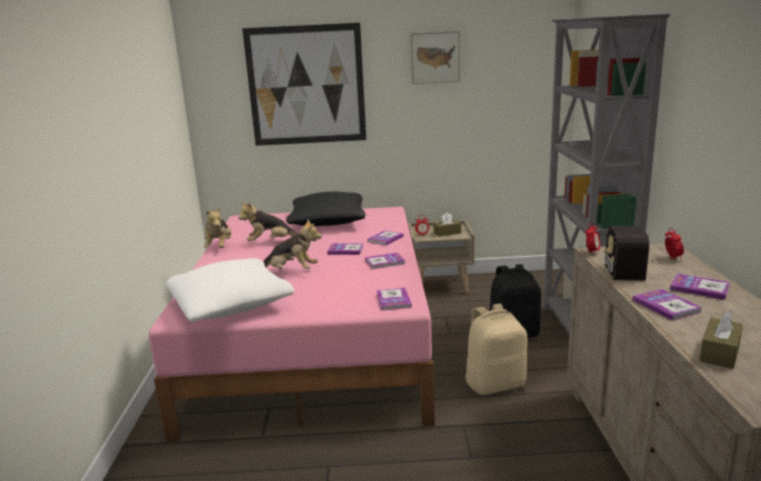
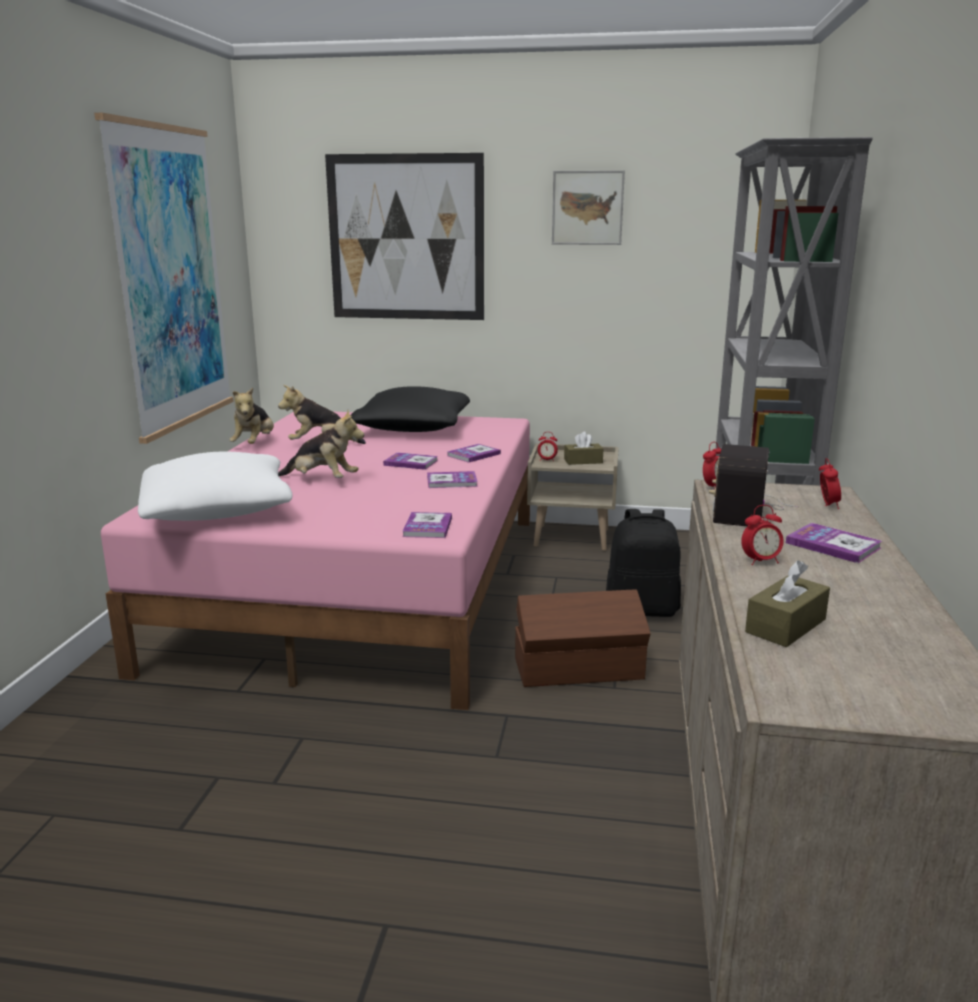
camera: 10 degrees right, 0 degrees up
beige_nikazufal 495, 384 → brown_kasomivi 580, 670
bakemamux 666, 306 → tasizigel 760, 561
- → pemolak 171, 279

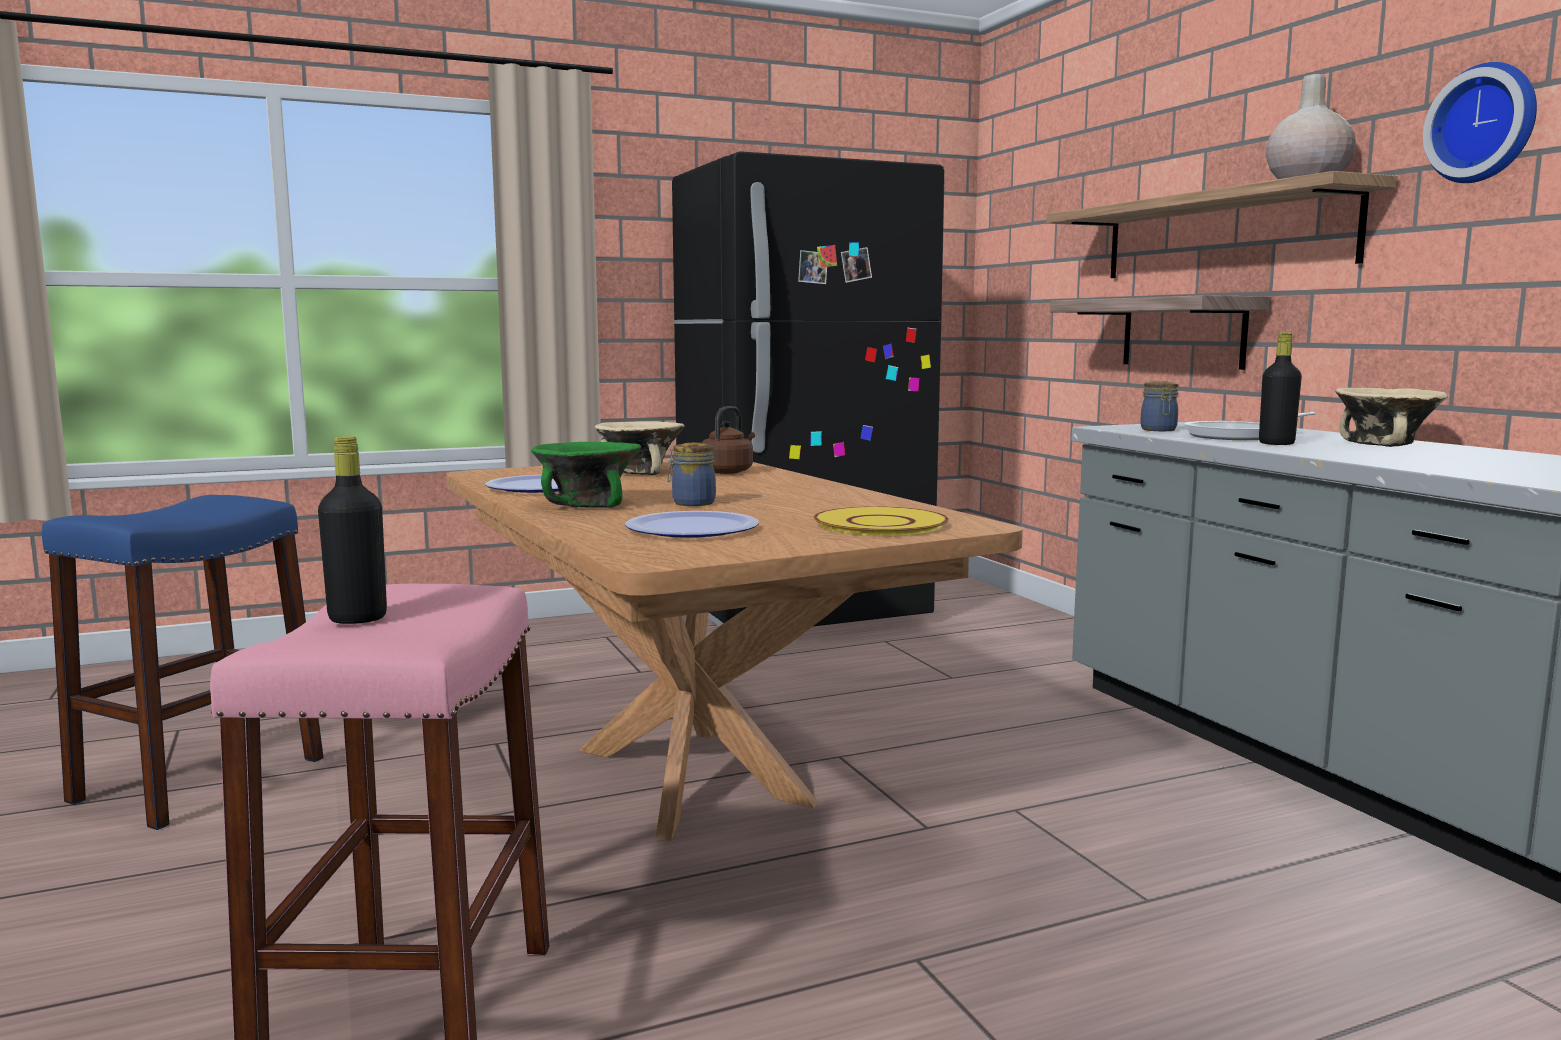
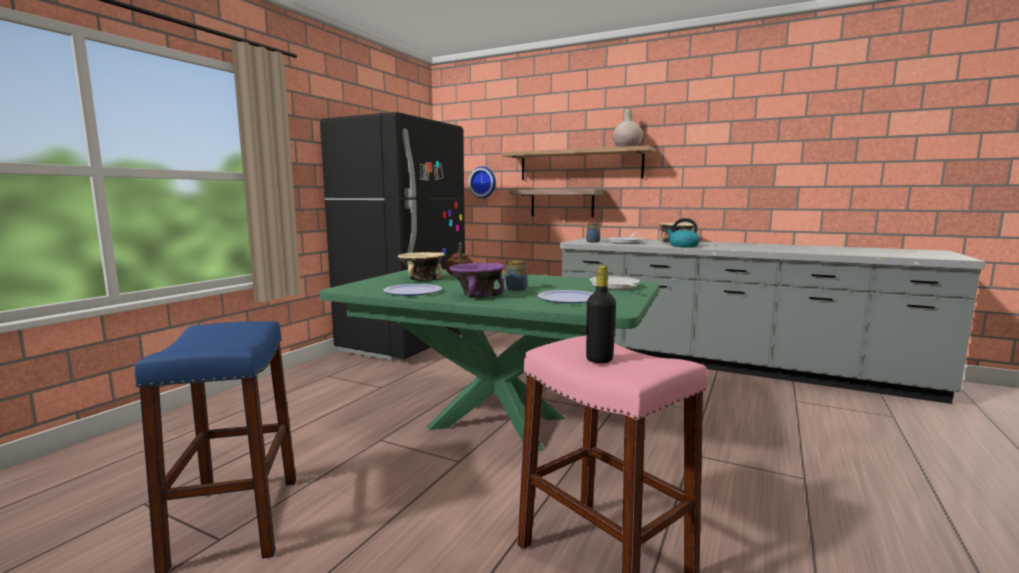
camera: 40 degrees left, 0 degrees up
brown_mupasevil 691, 773 → green_mupasevil 496, 422
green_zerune 589, 504 → purple_zerune 477, 295
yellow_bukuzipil 879, 524 → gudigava 615, 287
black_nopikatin 1276, 443 → -
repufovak 1485, 124 → repufovak 483, 182, shifted
- → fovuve 683, 246

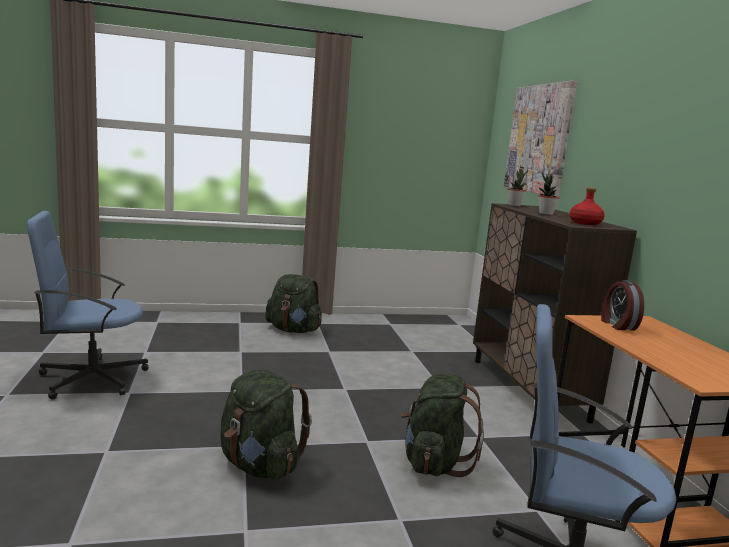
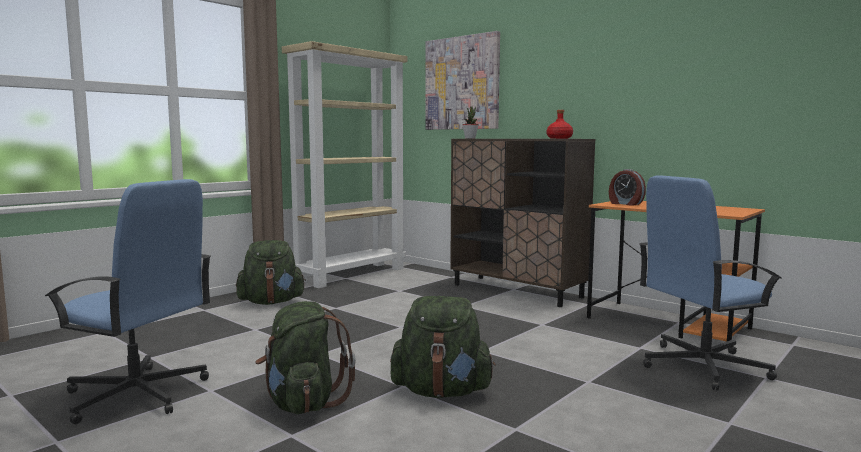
camera: 35 degrees left, 5 degrees down
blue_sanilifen 91, 378 → blue_sanilifen 137, 395, 105 degrees counterclockwise
green_nikazufal 434, 462 → green_nikazufal 303, 403, shifted
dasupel 545, 214 → -
- → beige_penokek 351, 274

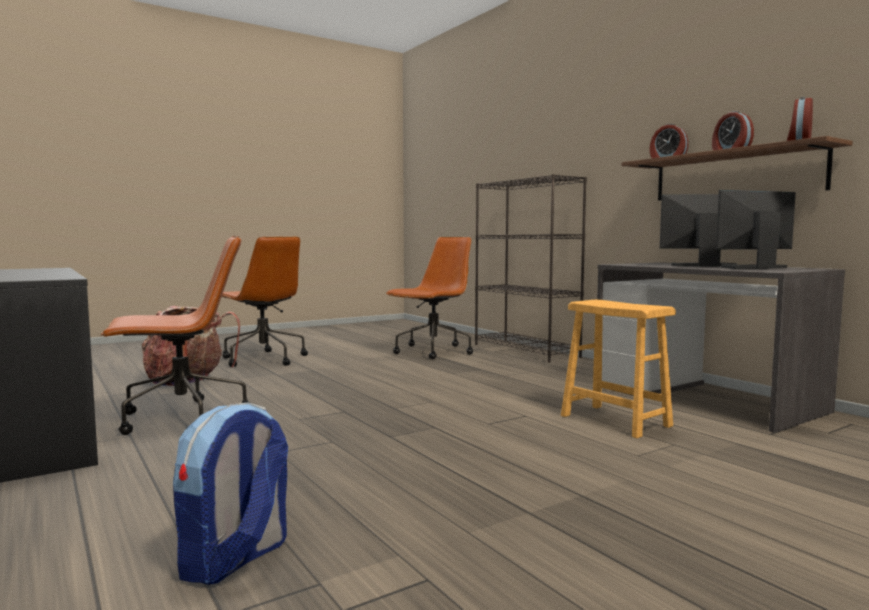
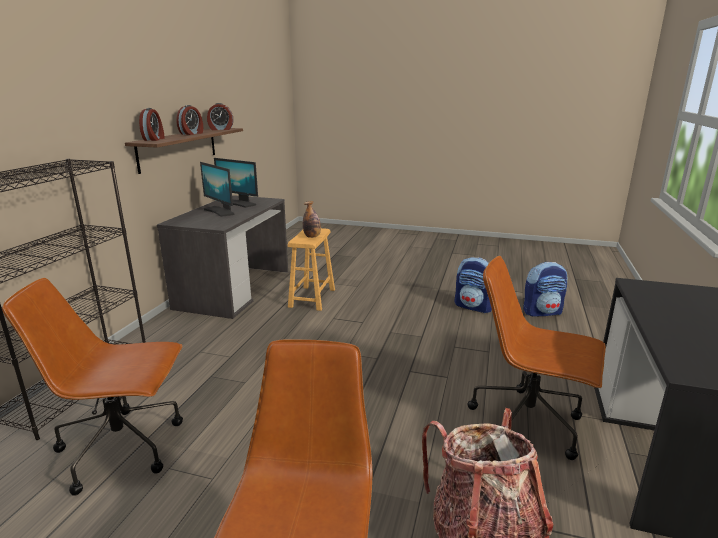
camera: 130 degrees left, 15 degrees up
- → nopikatin 312, 236
- → nikazufal 474, 307

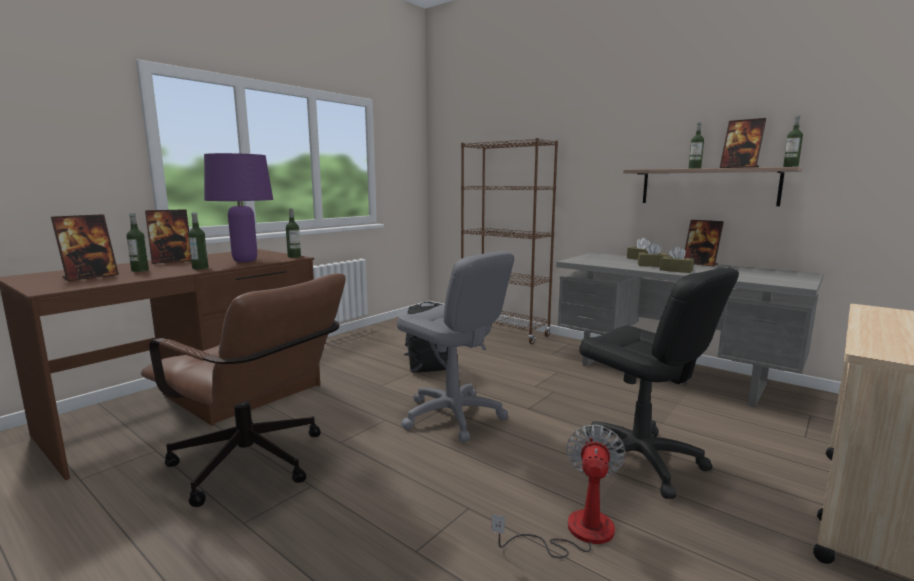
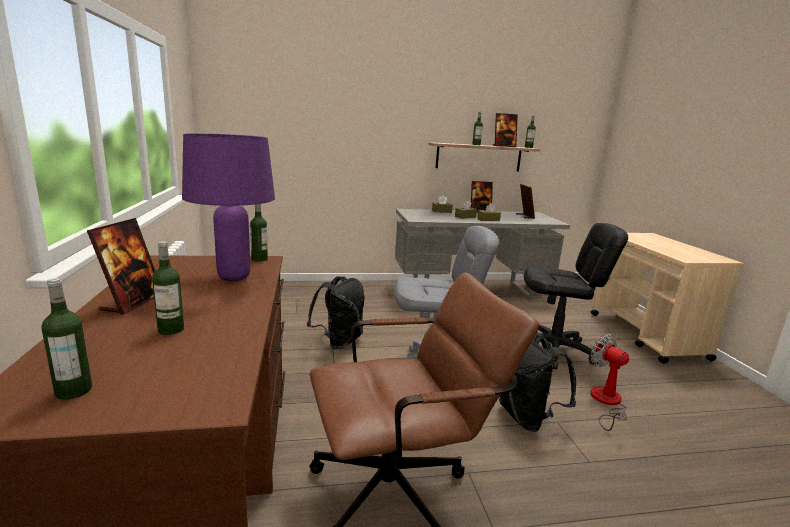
camera: 50 degrees left, 5 degrees up
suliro 90, 277 → suliro 524, 216, shifted
nopikatin 200, 268 → nopikatin 74, 390, shifted
brown_penokek 504, 332 → -
- → black_nikazufal 527, 417

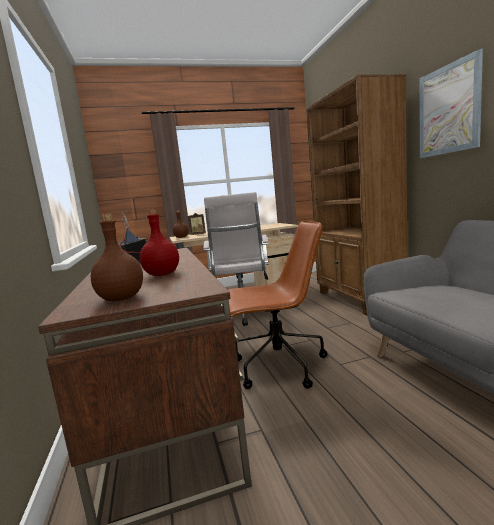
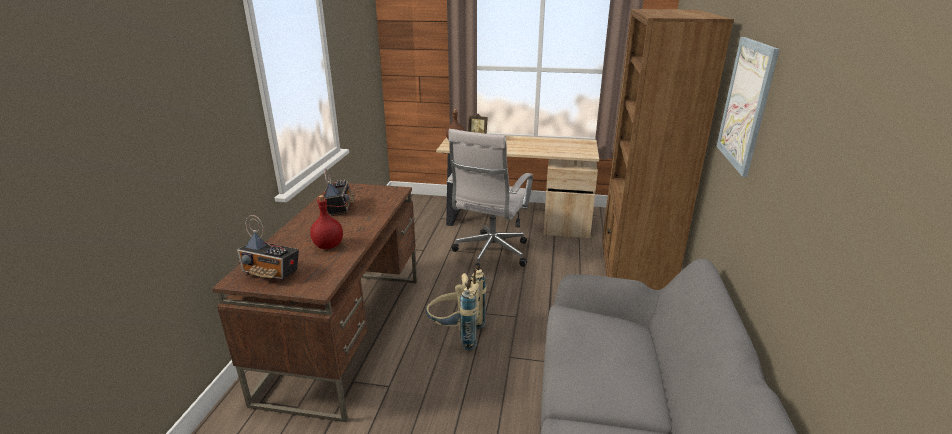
camera: 25 degrees right, 15 degrees up
brown_nopikatin 122, 298 → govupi 272, 274
brown_sanilifen 277, 366 → beige_nikazufal 456, 334

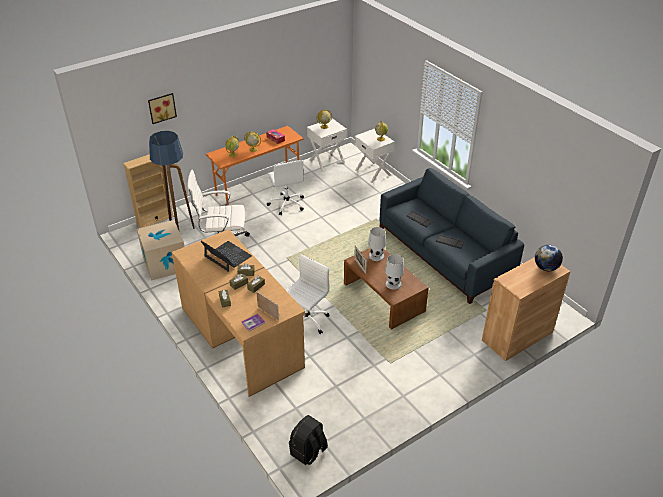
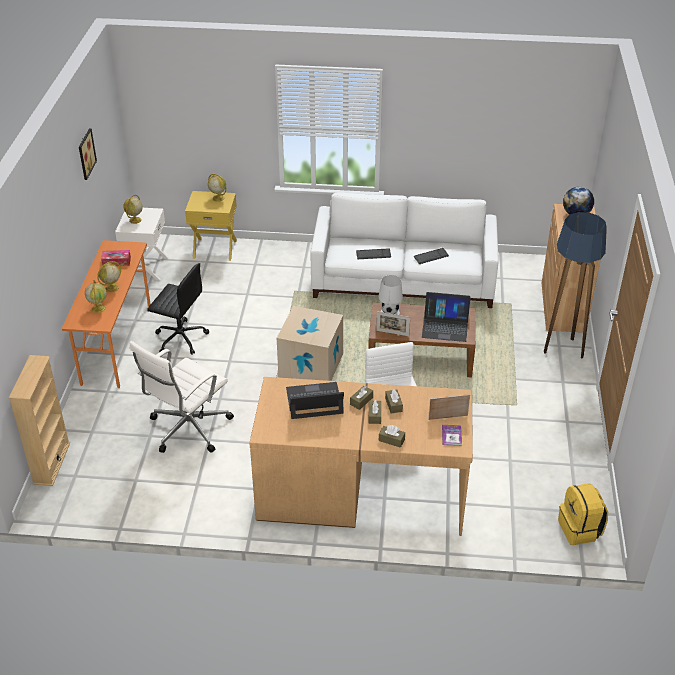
camera: 50 degrees left, 0 degrees up
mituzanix 165, 264 → mituzanix 311, 366, shifted
pemolak 161, 107 → pemolak 85, 154, shifted
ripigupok 179, 228 → ripigupok 562, 350, shifted
white_sanilifen 287, 204 → black_sanilifen 180, 338
black_nikazufal 308, 452 → yellow_nikazufal 580, 529
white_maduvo 373, 172 → yellow_maduvo 215, 248
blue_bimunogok 444, 253 → white_bimunogok 404, 280
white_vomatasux 393, 284 → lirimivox 445, 326

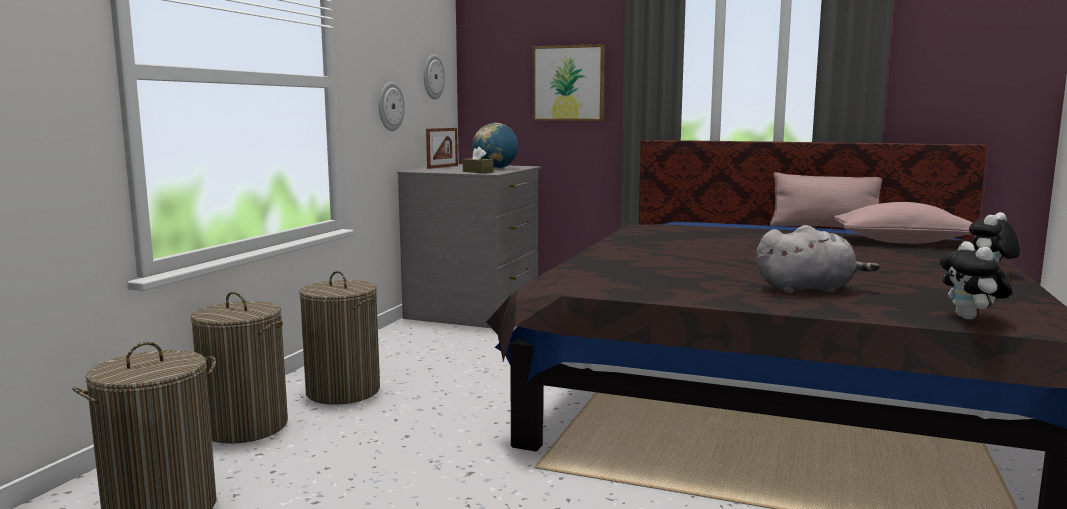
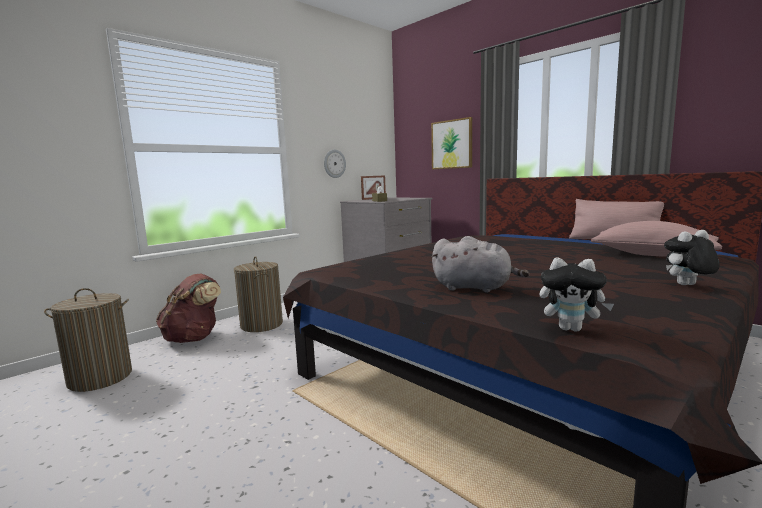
camera: 25 degrees right, 0 degrees up
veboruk 245, 426 → brown_nikazufal 194, 338
repufovak 433, 77 → -
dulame 495, 168 → -
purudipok 971, 318 → purudipok 571, 329, 90 degrees counterclockwise

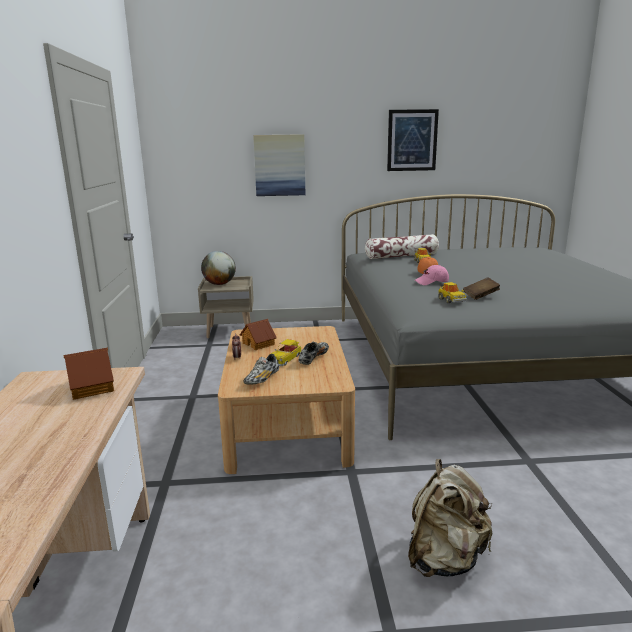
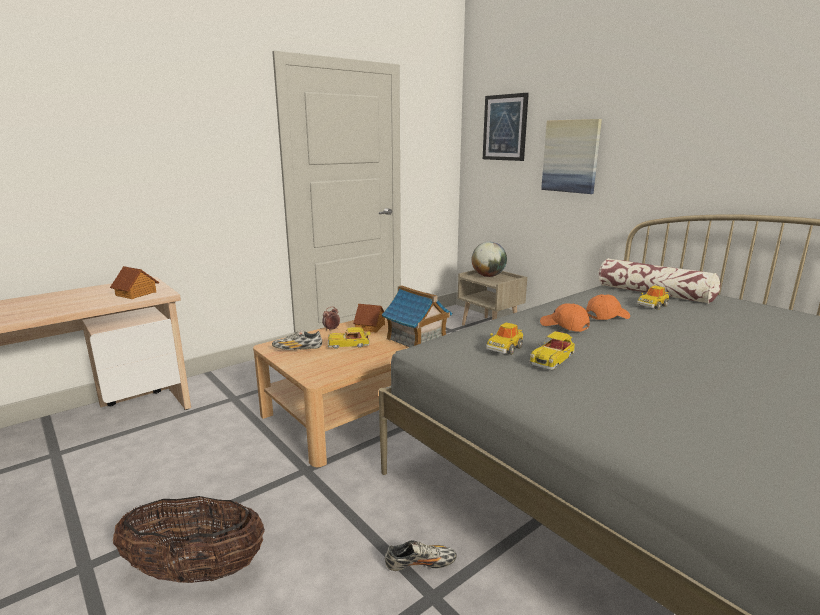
camera: 55 degrees right, 0 degrees up
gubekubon 314, 358 → gubekubon 420, 564, shifted
pemolak 412, 140 → pemolak 505, 127, shifted
beige_nikazufal 445, 558 → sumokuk 196, 571
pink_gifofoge 431, 282 → orange_gifofoge 564, 326
brown_bakemamux 481, 296 → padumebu 553, 359
- → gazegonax 416, 339

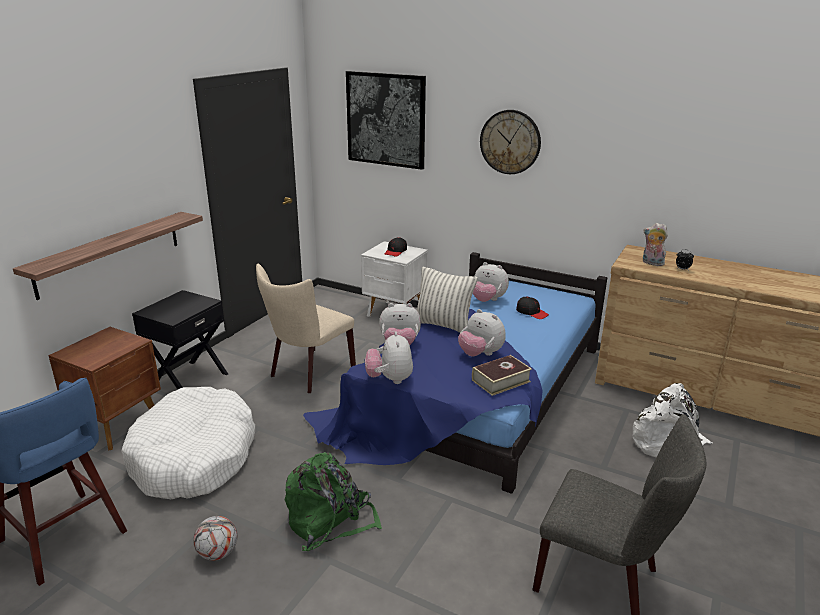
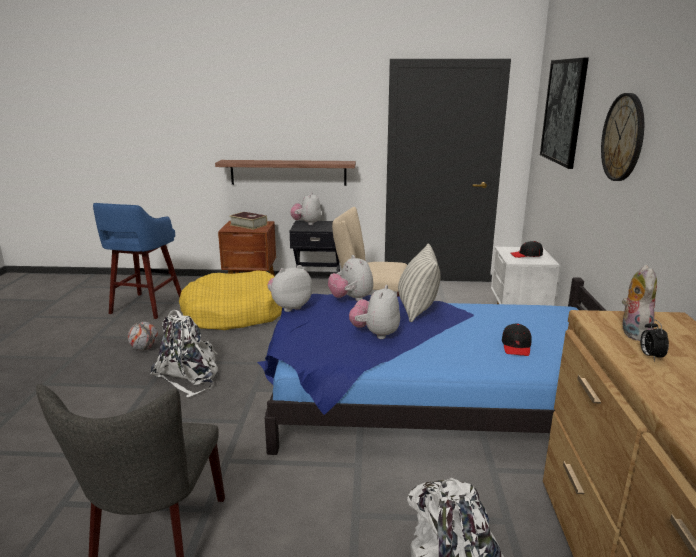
camera: 65 degrees right, 5 degrees down
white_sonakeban 194, 457 → yellow_sonakeban 234, 313
green_nikazufal 330, 521 → white_nikazufal 189, 376
bakemamux 501, 381 → bakemamux 248, 225, shifted
purudipok 487, 300 → purudipok 307, 223, shifted

